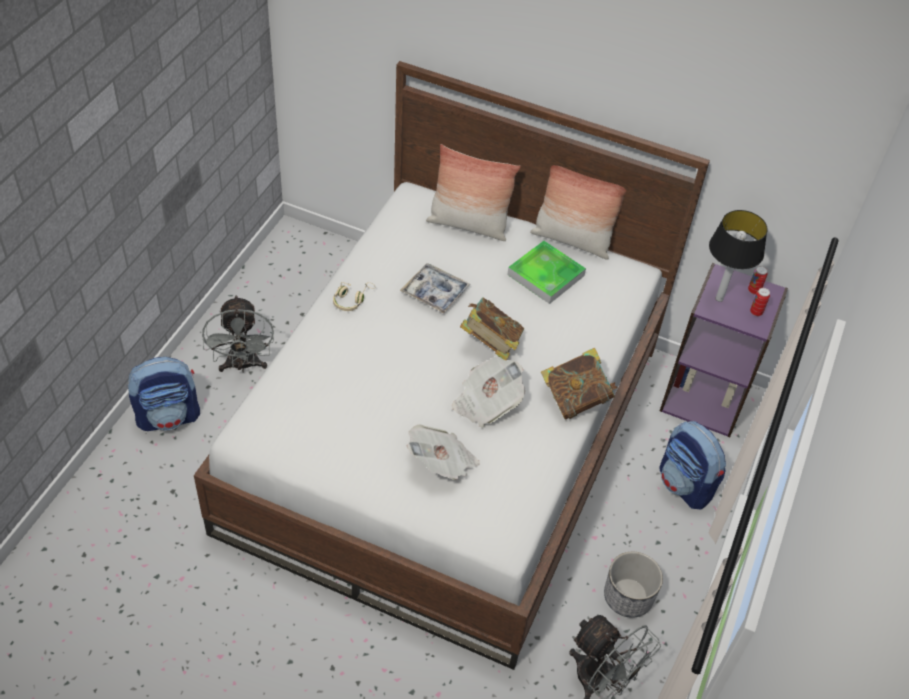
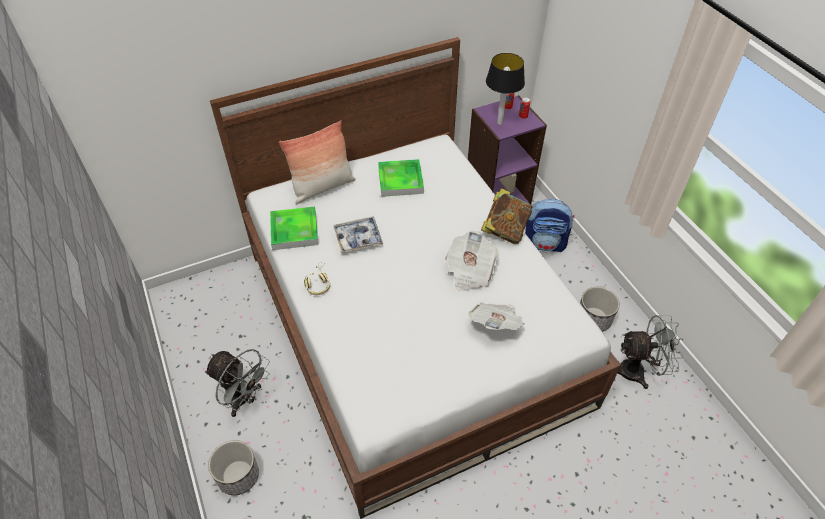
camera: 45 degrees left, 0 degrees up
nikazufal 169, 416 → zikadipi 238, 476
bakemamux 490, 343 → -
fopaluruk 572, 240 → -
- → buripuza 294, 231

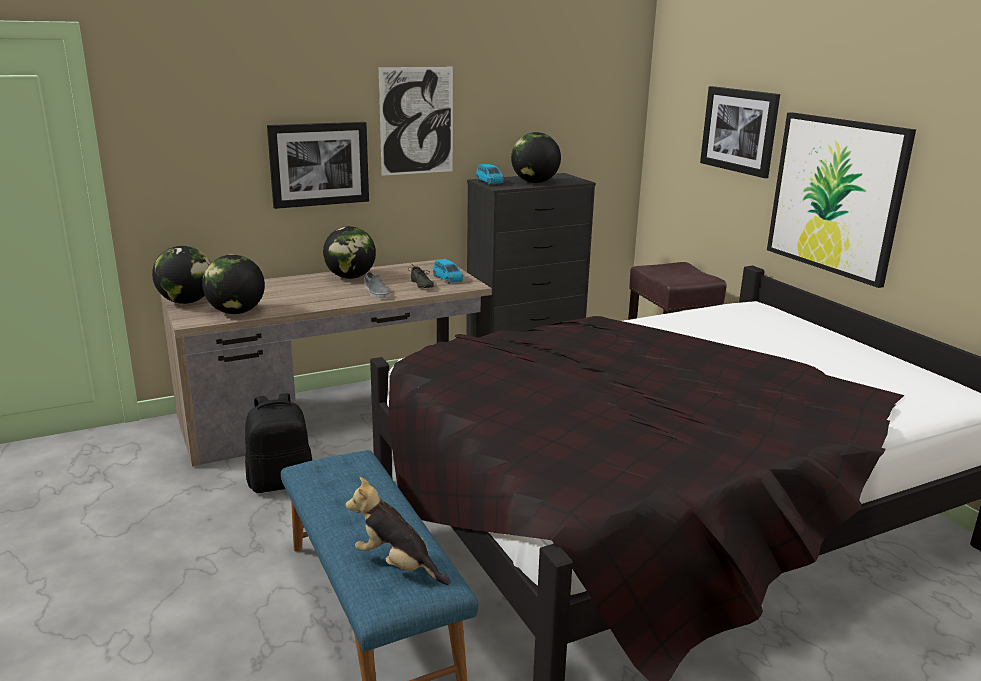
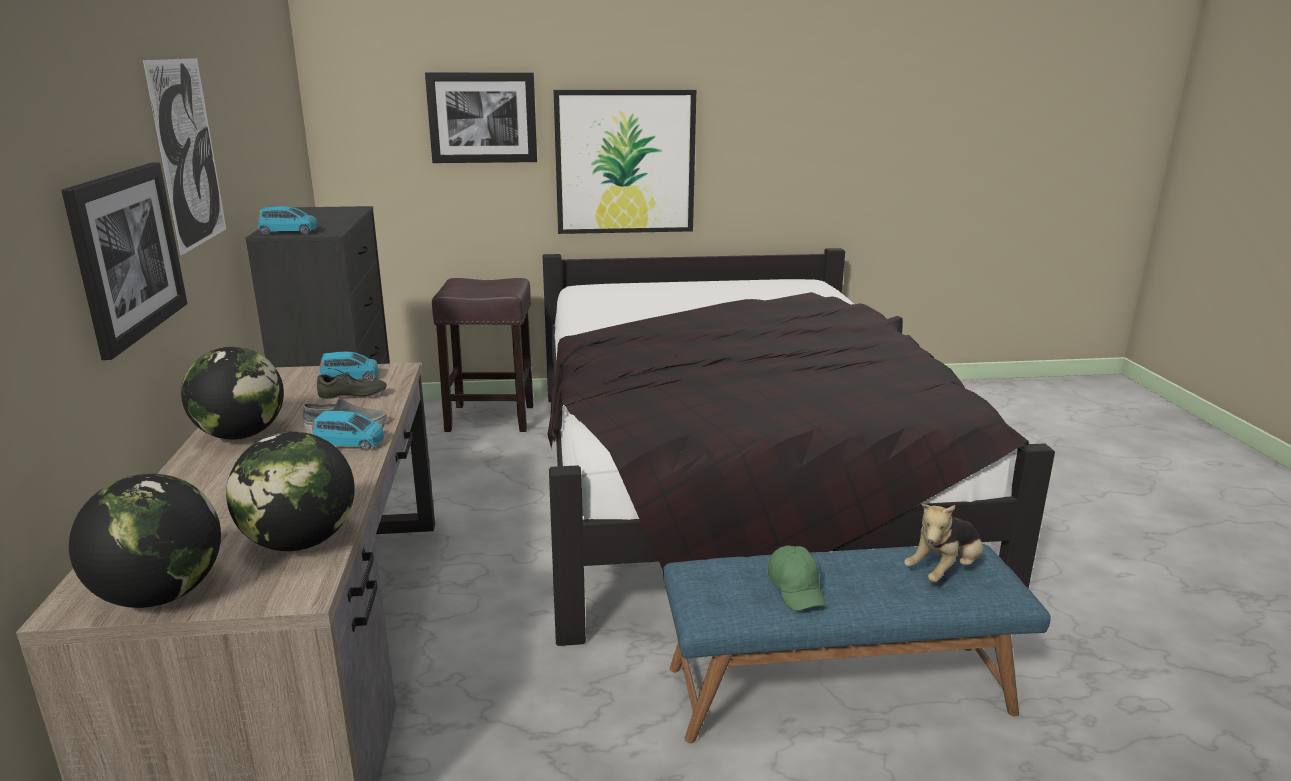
camera: 70 degrees left, 0 degrees up
black_nikazufal 281, 482 → -
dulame 535, 182 → -
- → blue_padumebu 349, 443
- → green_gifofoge 796, 589

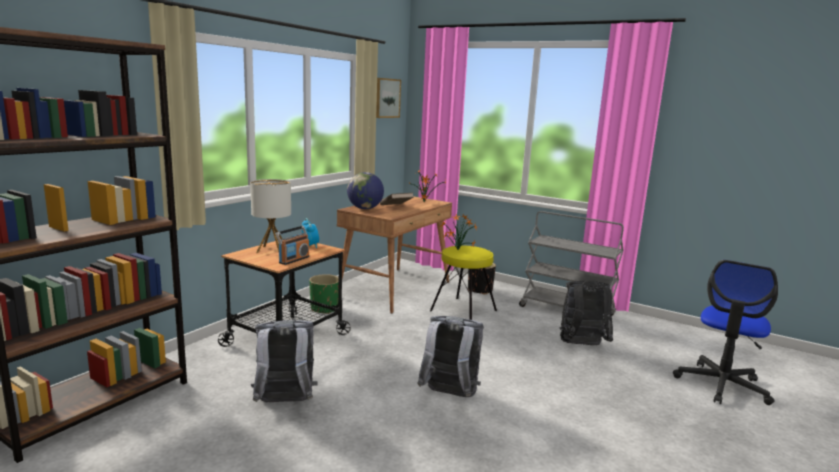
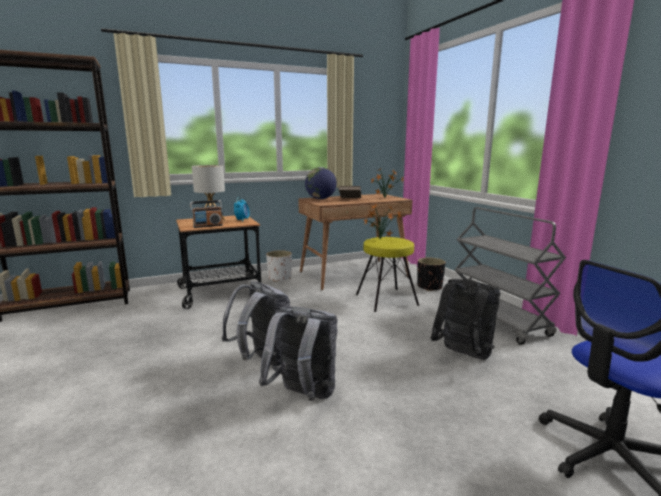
camera: 35 degrees right, 0 degrees up
grey_nikazufal 284, 403 → grey_nikazufal 303, 396, shifted
green_zikadipi 325, 309 → white_zikadipi 279, 278
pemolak 386, 98 → -

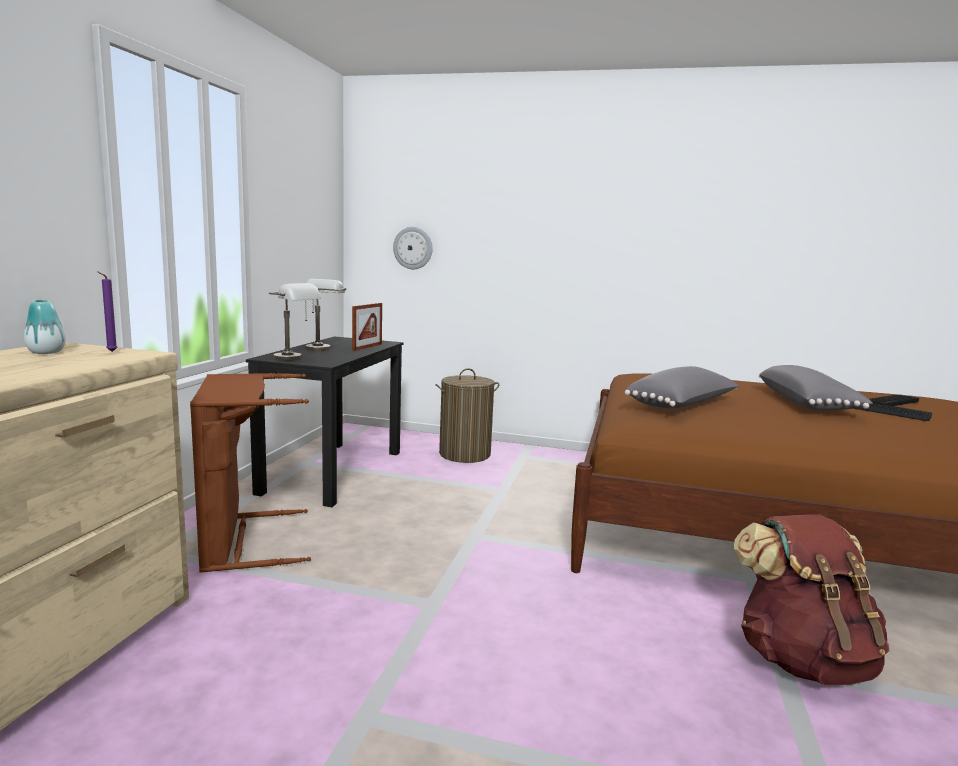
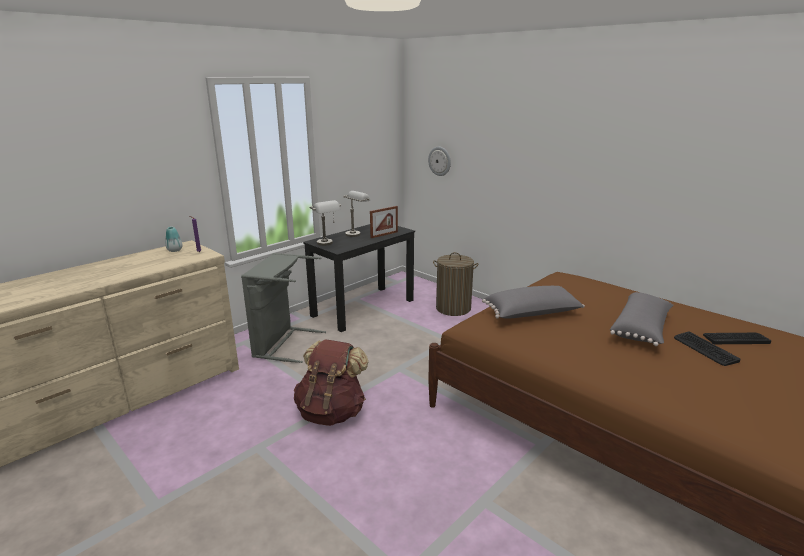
camera: 30 degrees right, 10 degrees up
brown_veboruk 242, 541 → grey_veboruk 283, 344
brown_nikazufal 802, 659 → brown_nikazufal 332, 412, shifted

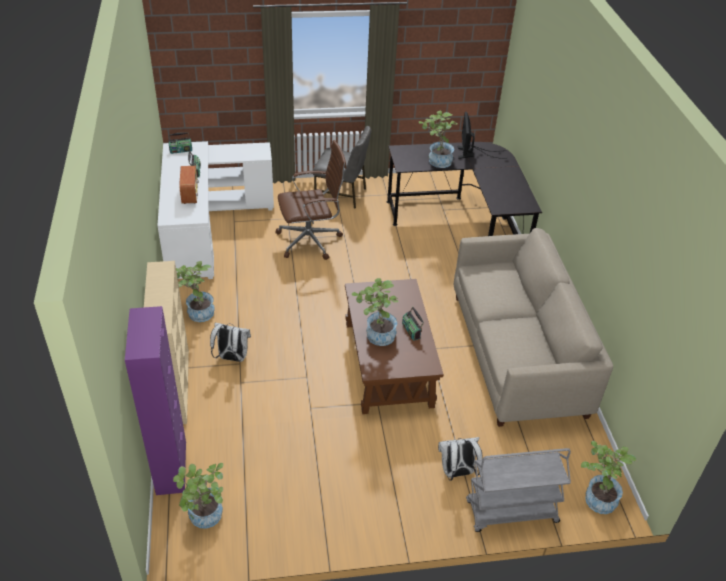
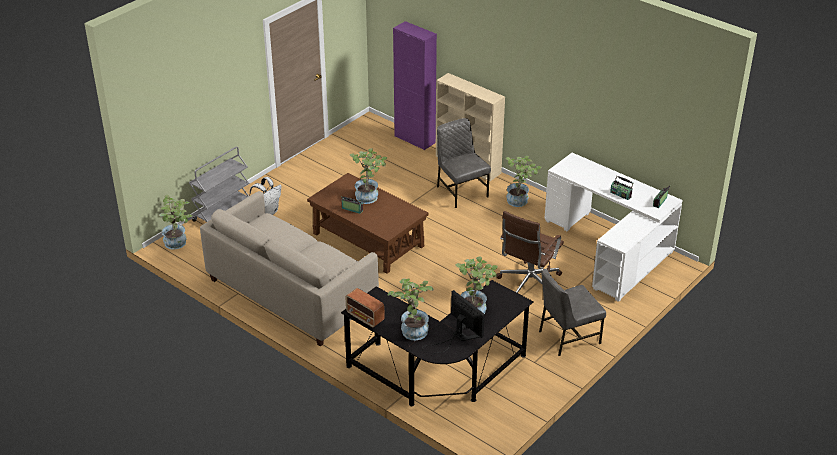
camera: 140 degrees right, 5 degrees down
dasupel 204, 519 → dasupel 412, 329, shifted
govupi 190, 194 → govupi 365, 317, shifted
white_nikazufal 231, 358 → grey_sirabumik 461, 191

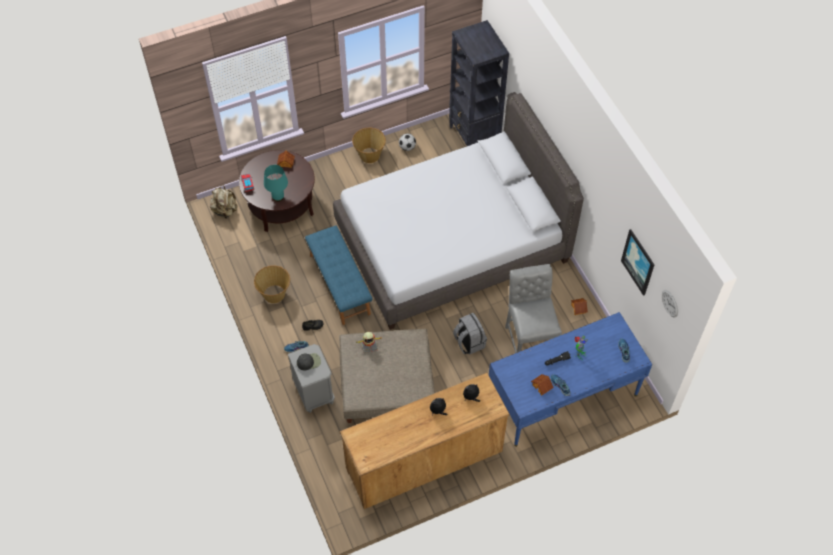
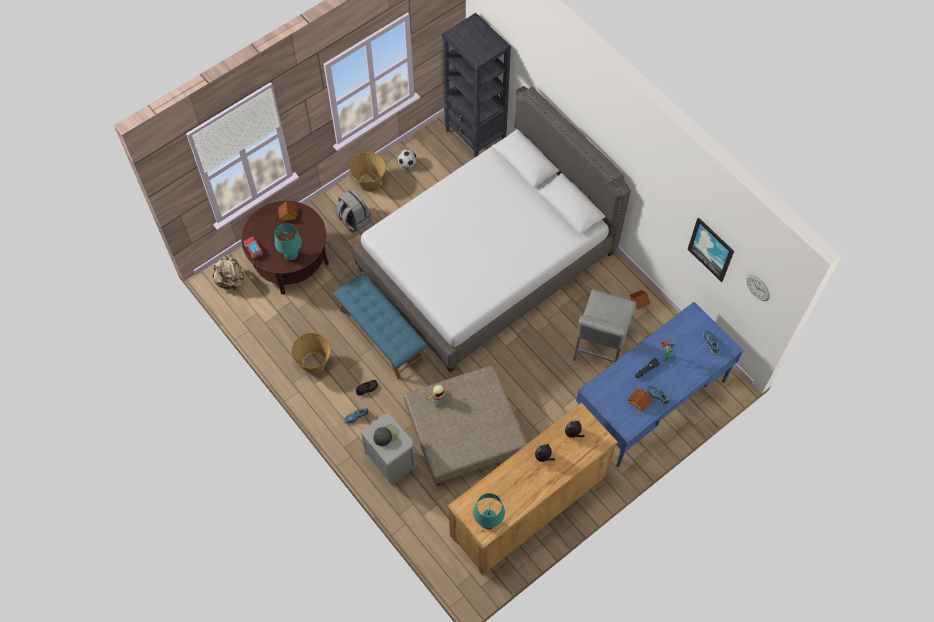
camera: 15 degrees left, 5 degrees up
grey_nikazufal 469, 342 → grey_nikazufal 353, 220, shifted
grey_sirabumik 529, 340 → grey_sirabumik 599, 348, 135 degrees counterclockwise
- → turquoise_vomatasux 488, 521

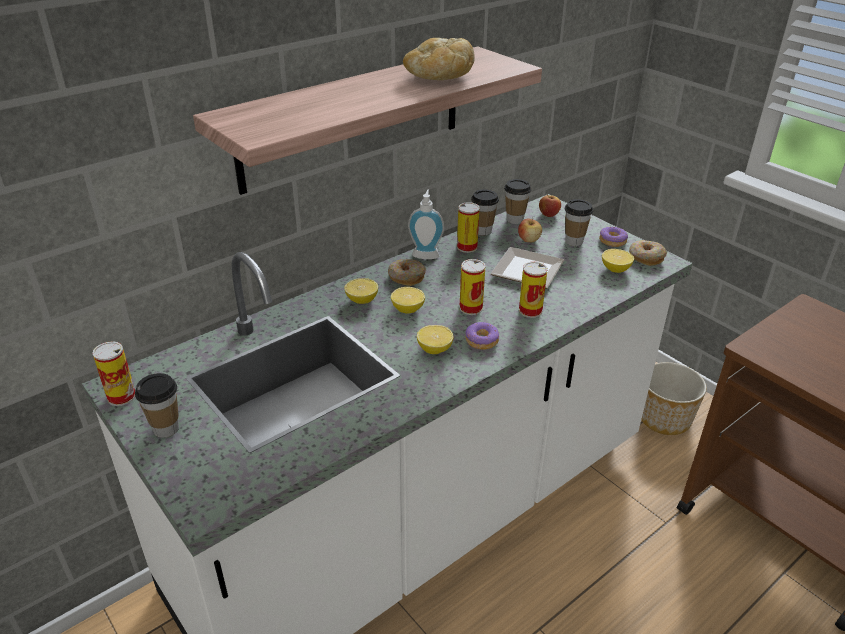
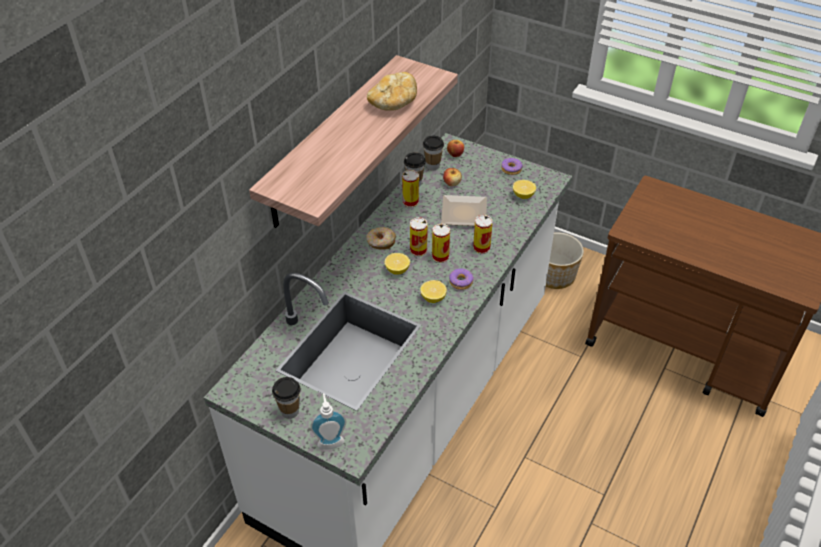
camera: 20 degrees left, 10 degrees up
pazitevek 121, 396 → pazitevek 418, 250, shifted
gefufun 362, 300 → -
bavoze 426, 254 → bavoze 330, 440, shifted
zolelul 574, 241 → -
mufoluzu 645, 258 → -

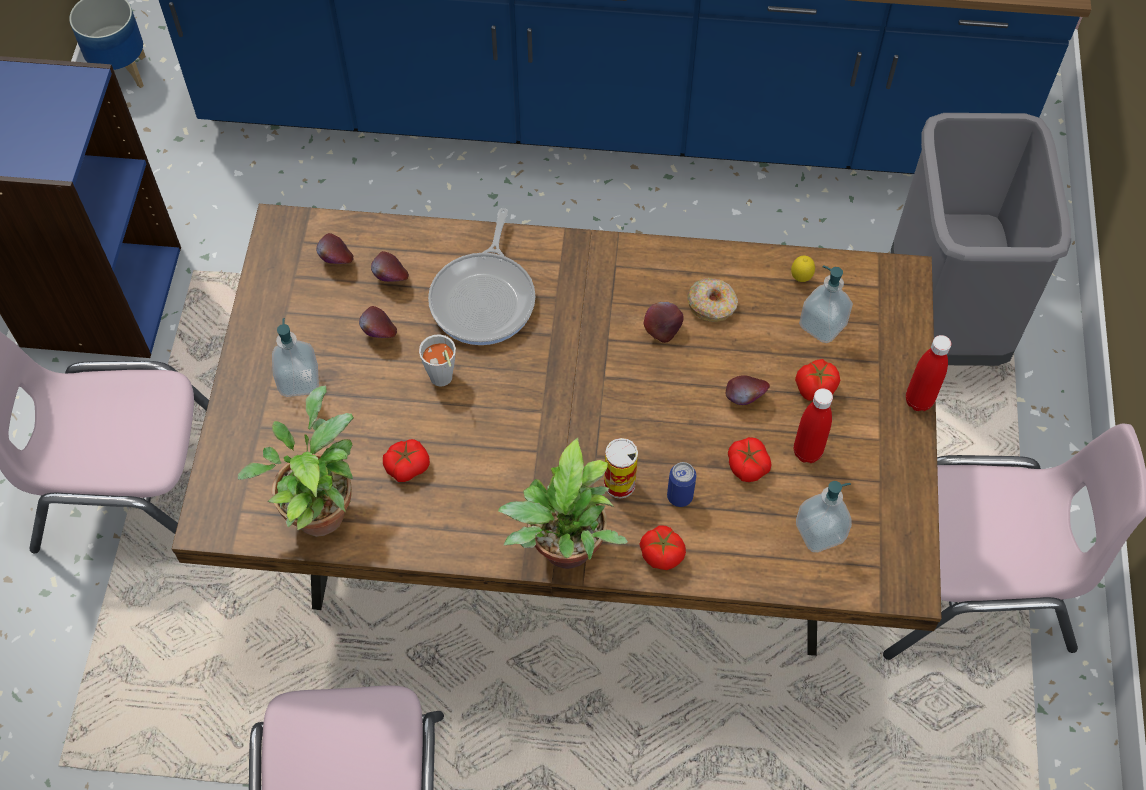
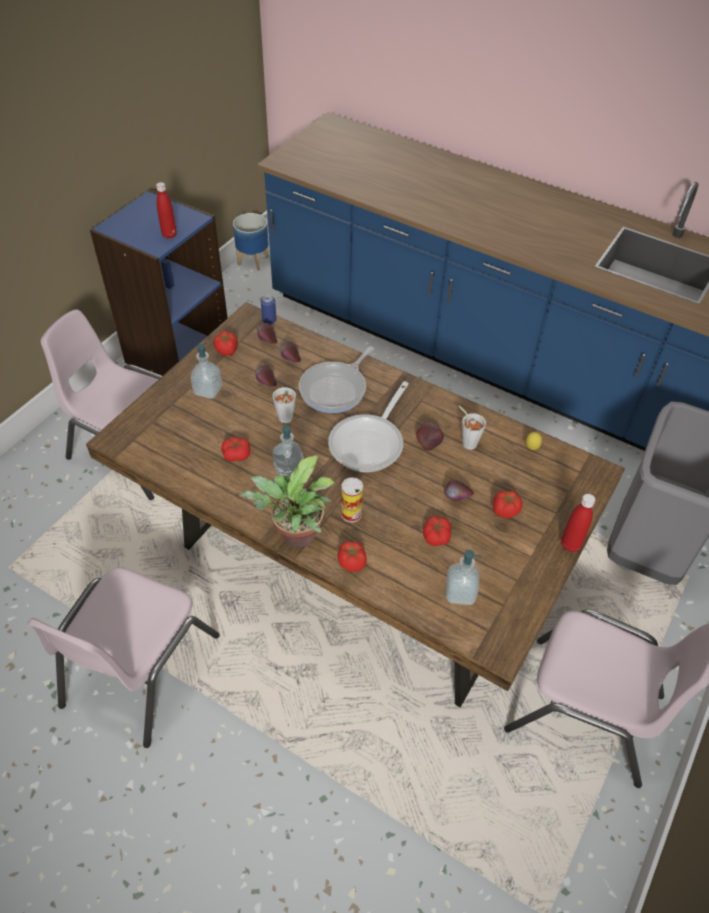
camera: 25 degrees right, 10 degrees down
dasupel 318, 508 → -
pazitevek 679, 496 → pazitevek 269, 321, shifted
mufoluzu 712, 305 → grey_zolelul 467, 441
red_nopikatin 807, 452 → red_nopikatin 169, 235, shifted
bavoze 822, 325 → bavoze 289, 470, shifted
- → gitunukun 227, 351
- → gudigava 370, 443

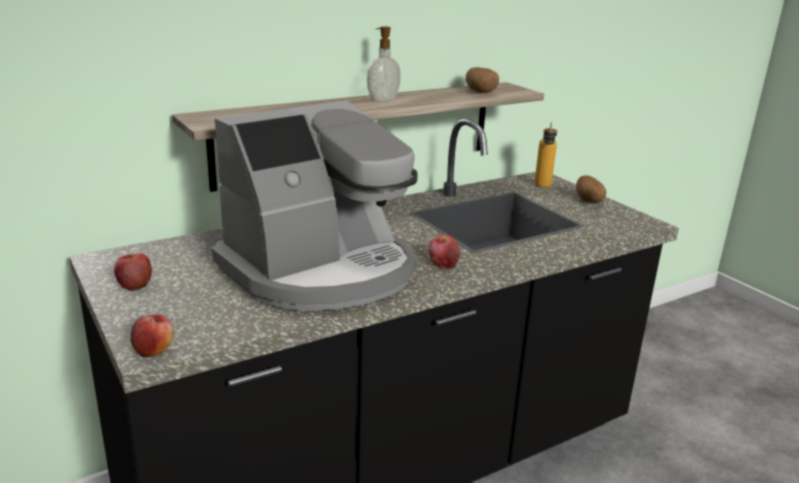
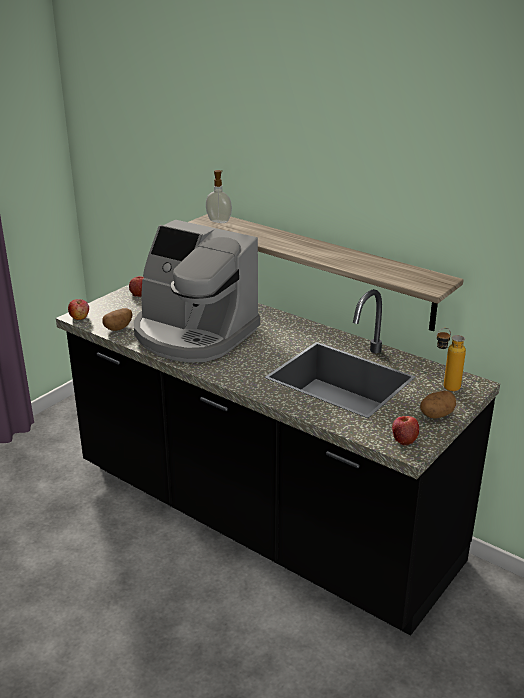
camera: 70 degrees right, 5 degrees up
bavoze 382, 100 → bavoze 219, 221, shifted
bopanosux 443, 264 → bopanosux 404, 439, shifted
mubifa 480, 92 → mubifa 118, 328, shifted

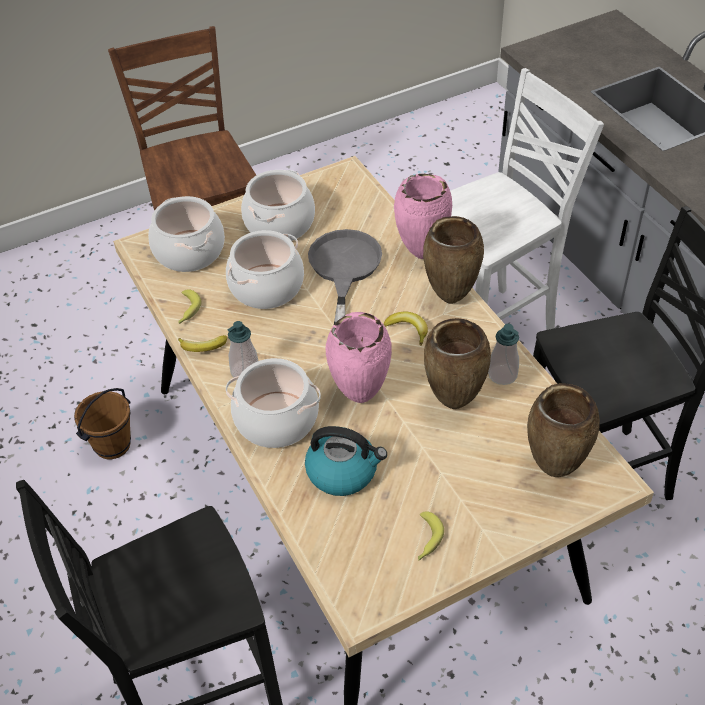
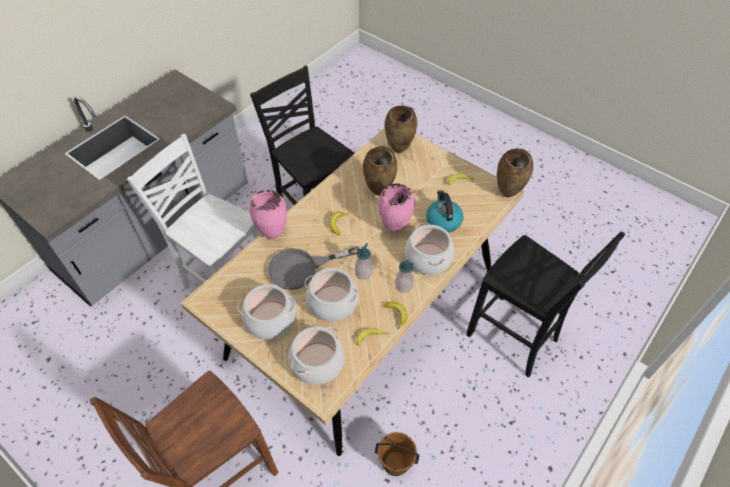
camera: 115 degrees left, 5 degrees up
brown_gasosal 449, 299 → brown_gasosal 508, 194, shifted
bavoze 502, 375 → bavoze 363, 273, shifted

